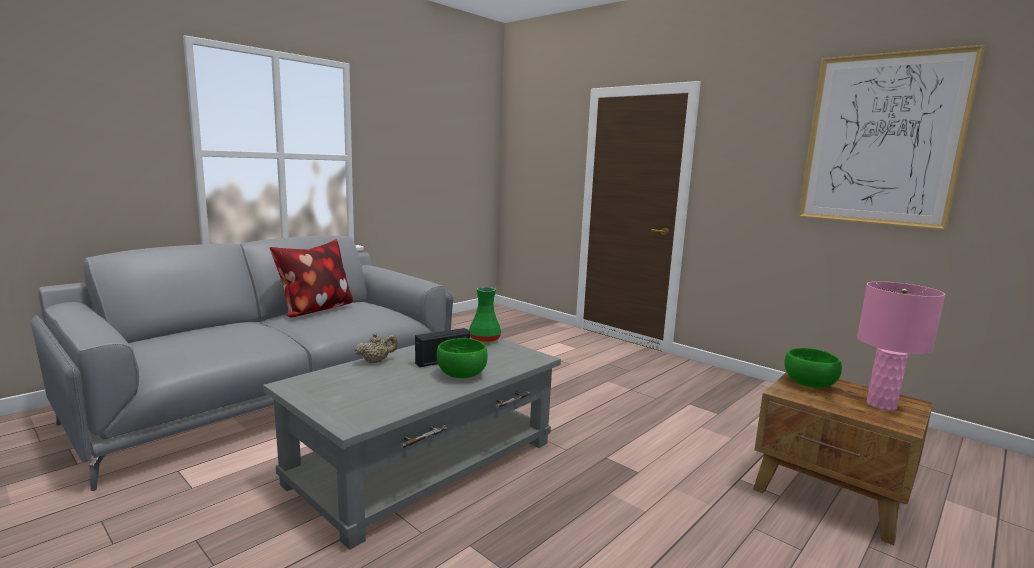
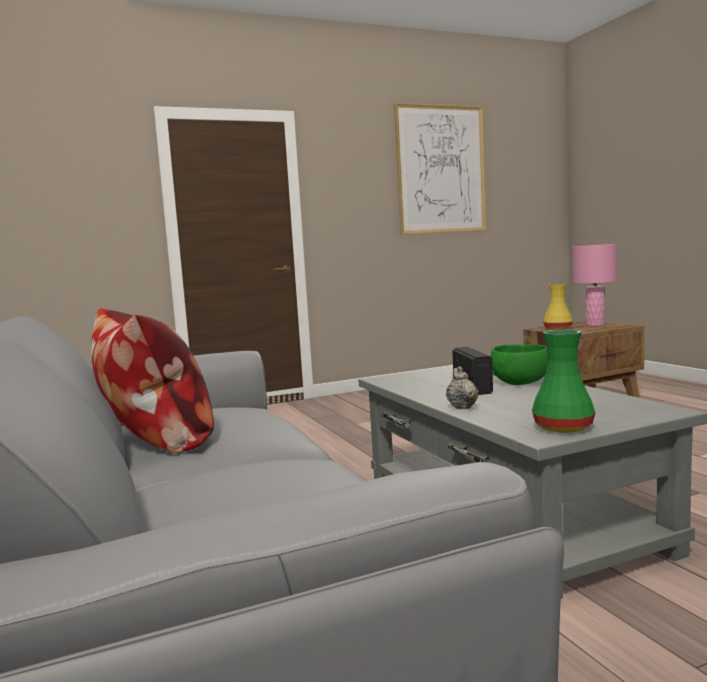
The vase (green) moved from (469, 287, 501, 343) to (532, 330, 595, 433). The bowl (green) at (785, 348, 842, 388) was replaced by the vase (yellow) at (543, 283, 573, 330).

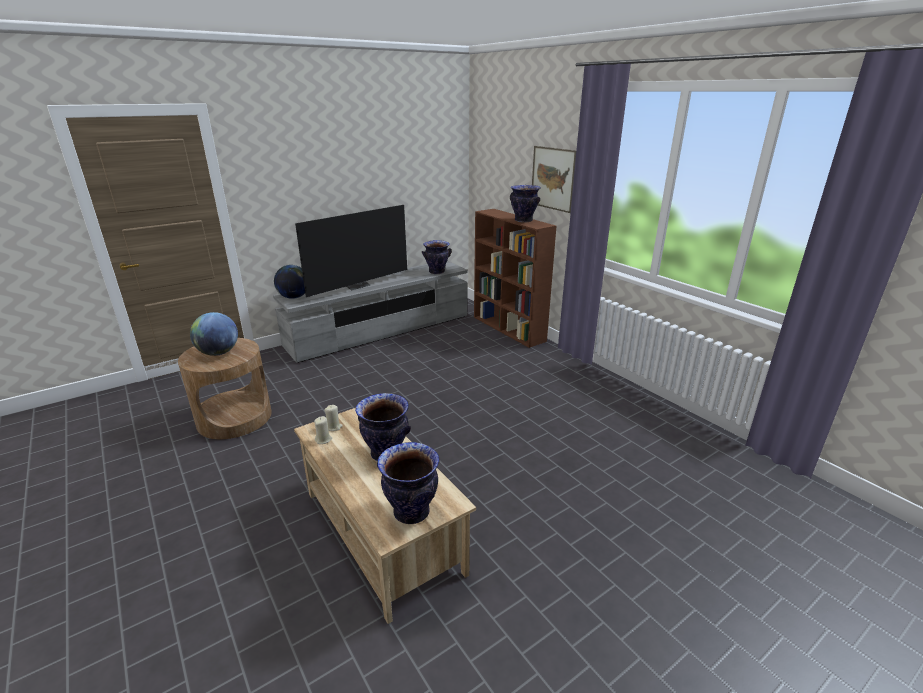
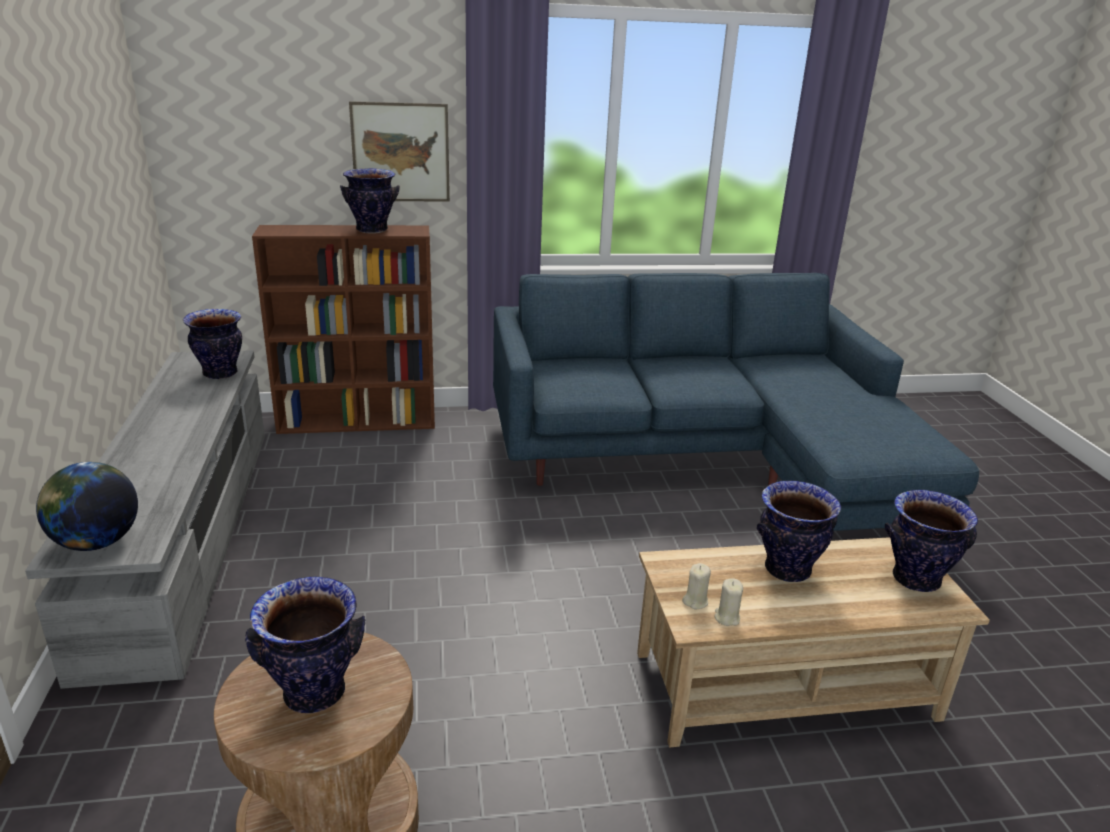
The television at (295, 205, 407, 297) disappeared. The sofa (blue) at (493, 273, 979, 531) appeared. The globe at (190, 312, 238, 356) was replaced by the vase at (245, 576, 366, 713).

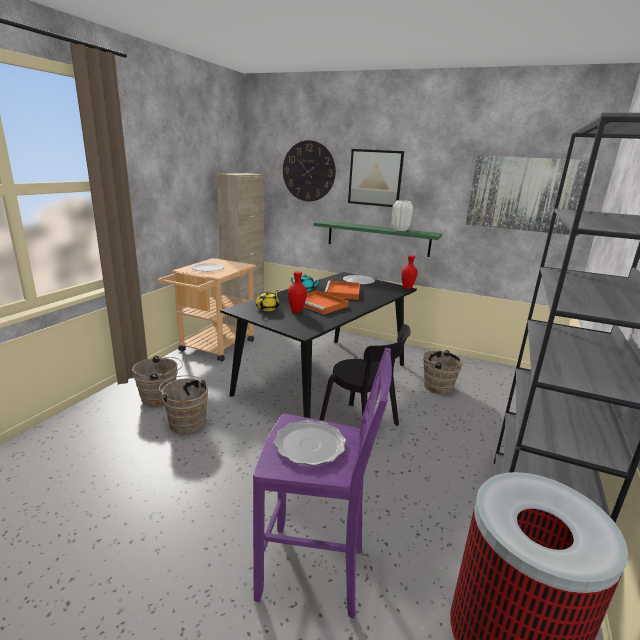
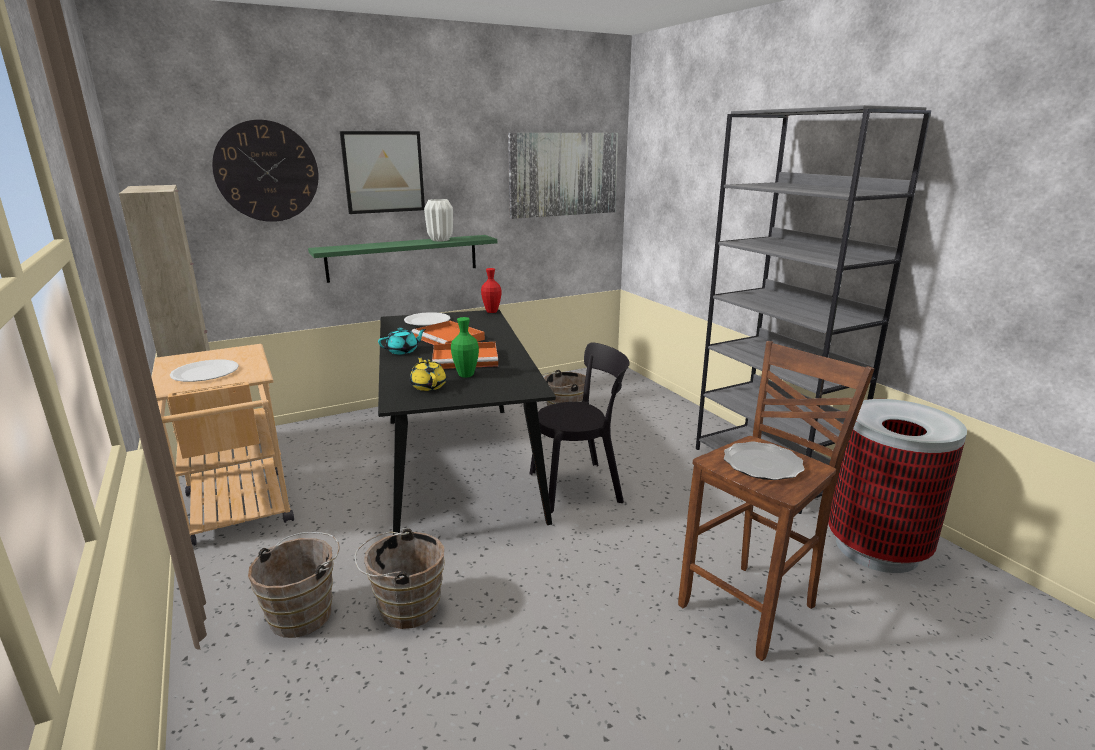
The stool (purple) at (253, 348, 392, 619) became the stool (brown) at (678, 341, 874, 661). The vase (red) at (288, 271, 307, 313) became the vase (green) at (451, 317, 479, 378).

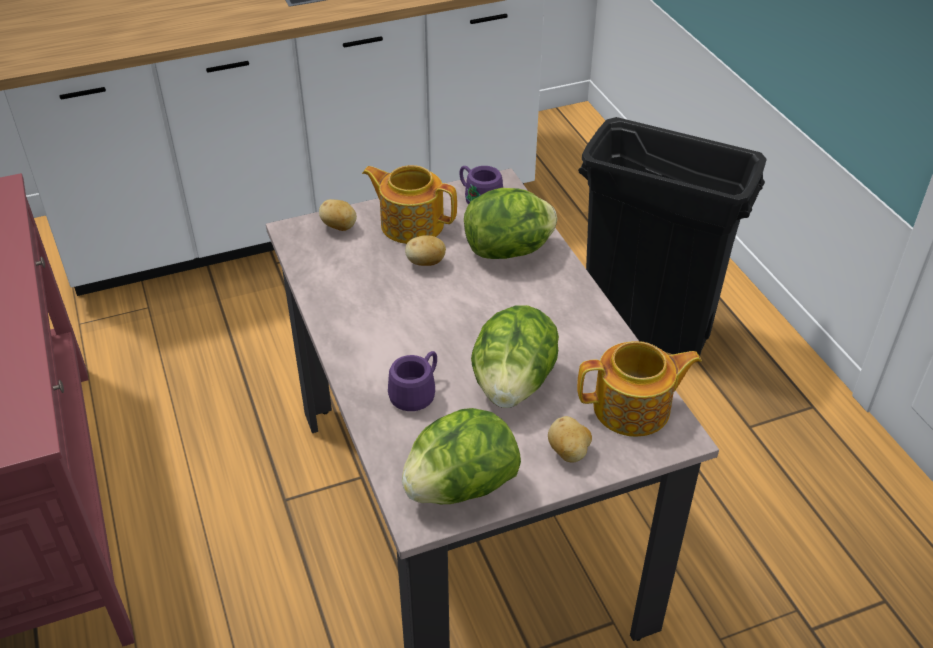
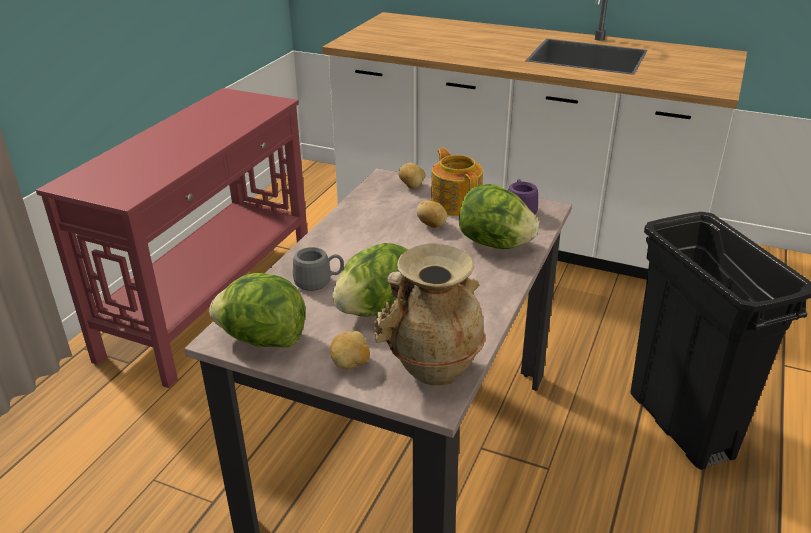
The teapot at (577, 341, 702, 437) was replaced by the vase (beige) at (374, 243, 485, 385). The mug (purple) at (388, 351, 437, 411) became the mug (grey) at (293, 247, 344, 291).

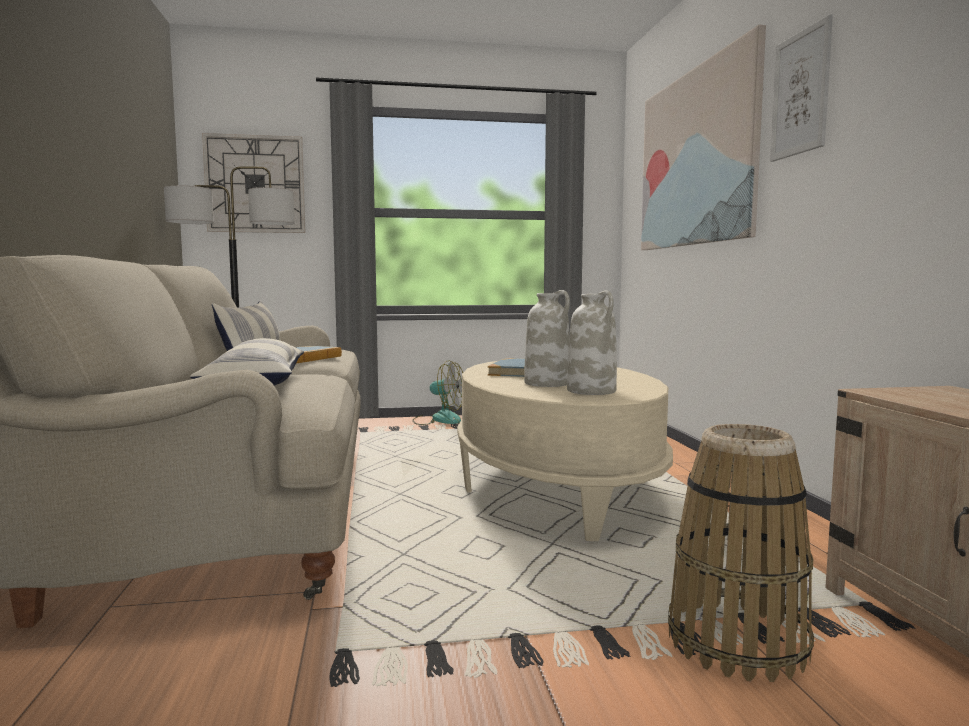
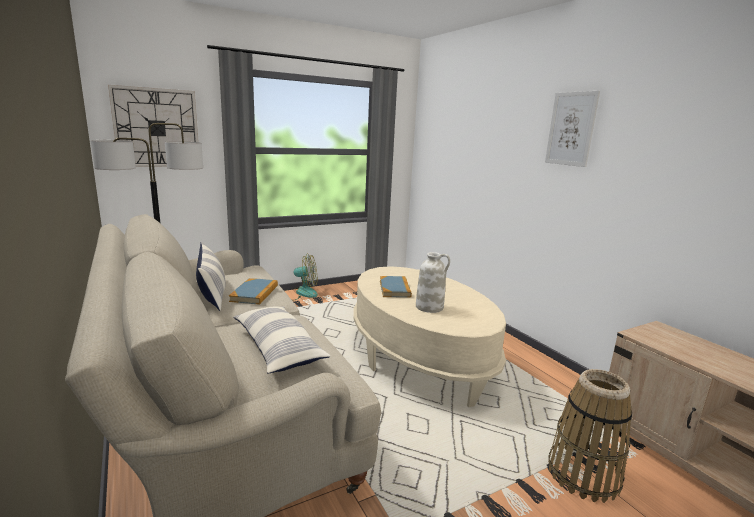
The vase (white) at (567, 290, 617, 395) disappeared. The picture at (641, 25, 766, 250) disappeared.

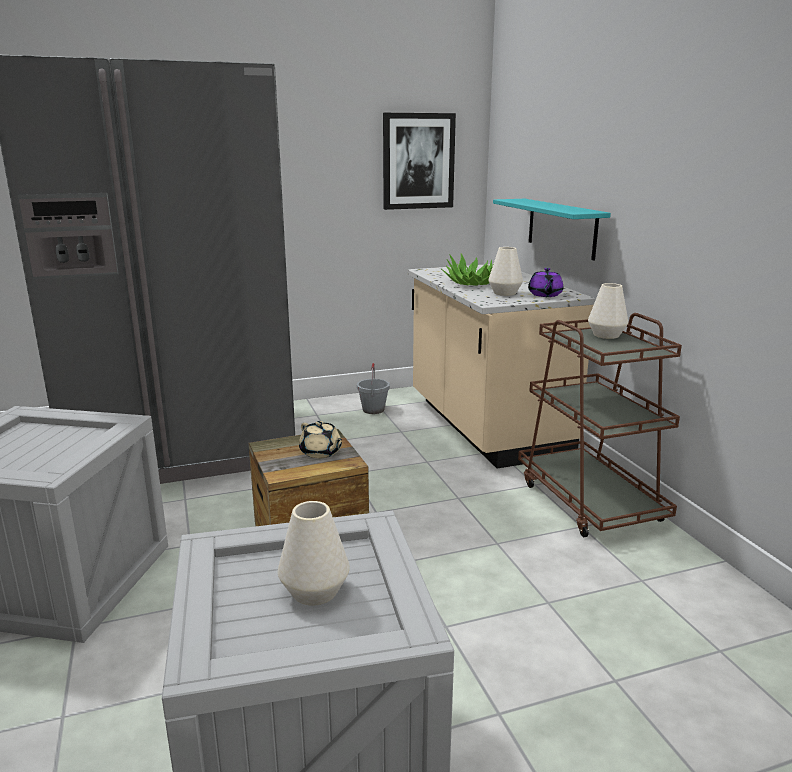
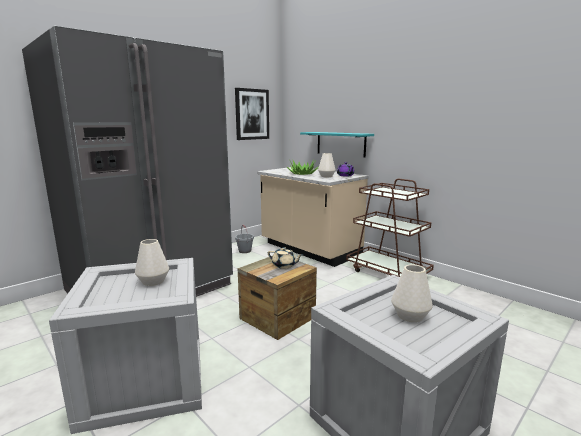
The vase (white) moved from (588, 283, 628, 339) to (135, 239, 169, 286).

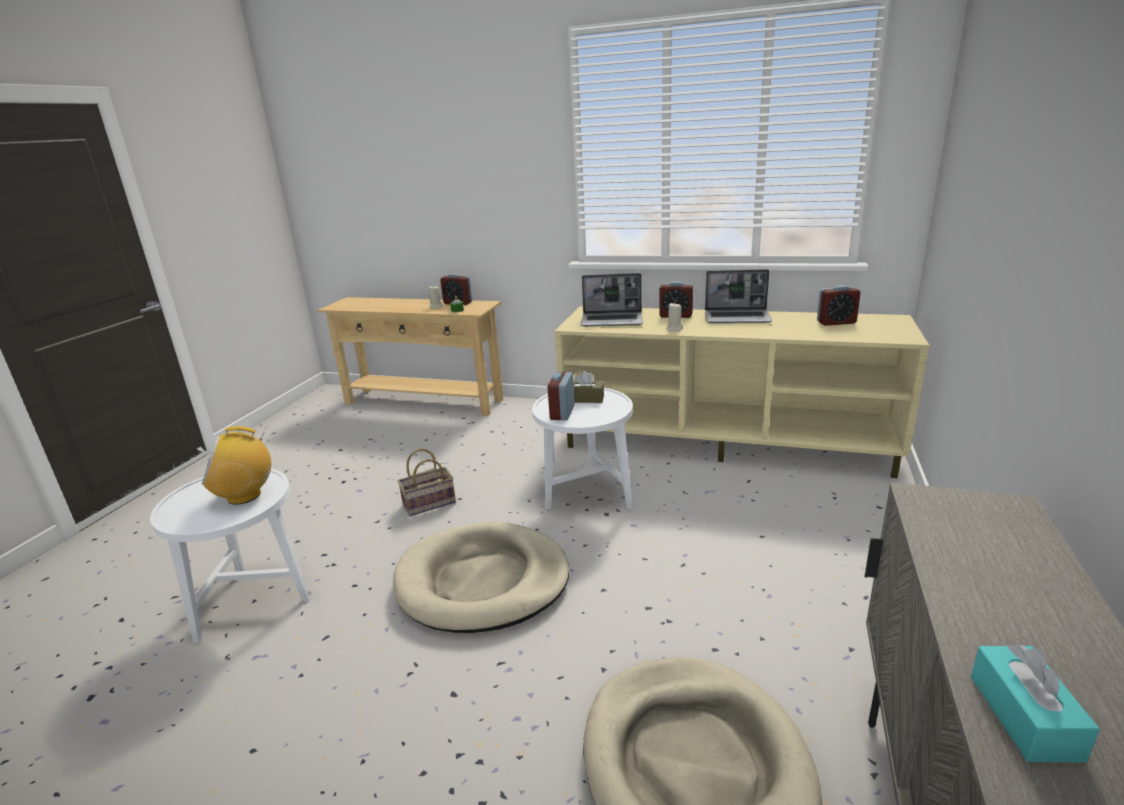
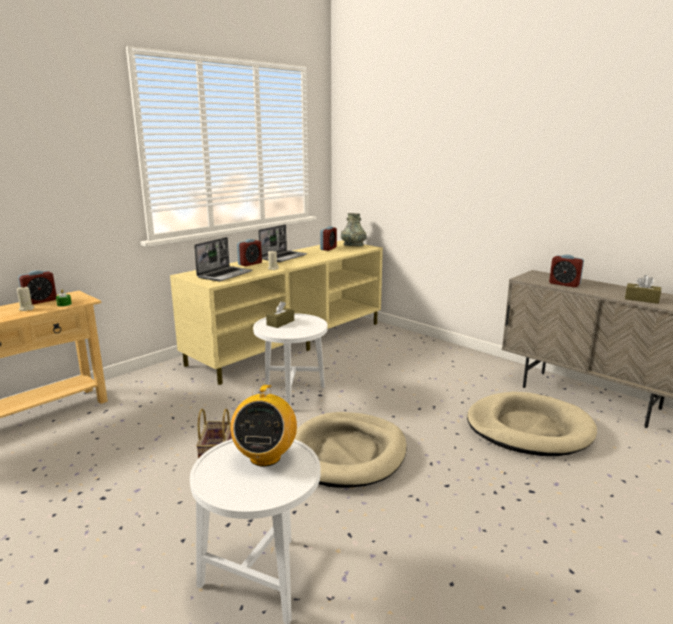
The vase (grey) at (341, 213, 367, 246) appeared. The alarm clock moved from (548, 372, 575, 421) to (549, 255, 584, 287). The tissue box (turquoise) at (971, 644, 1100, 763) became the tissue box (brown) at (625, 275, 661, 304).

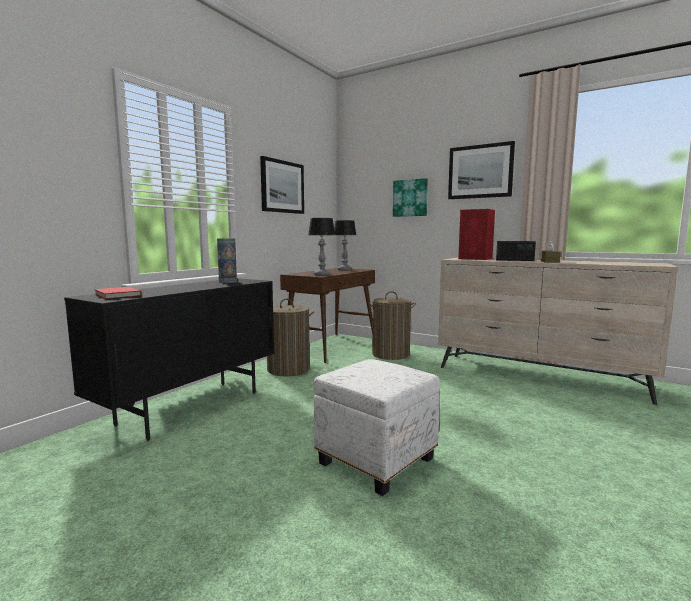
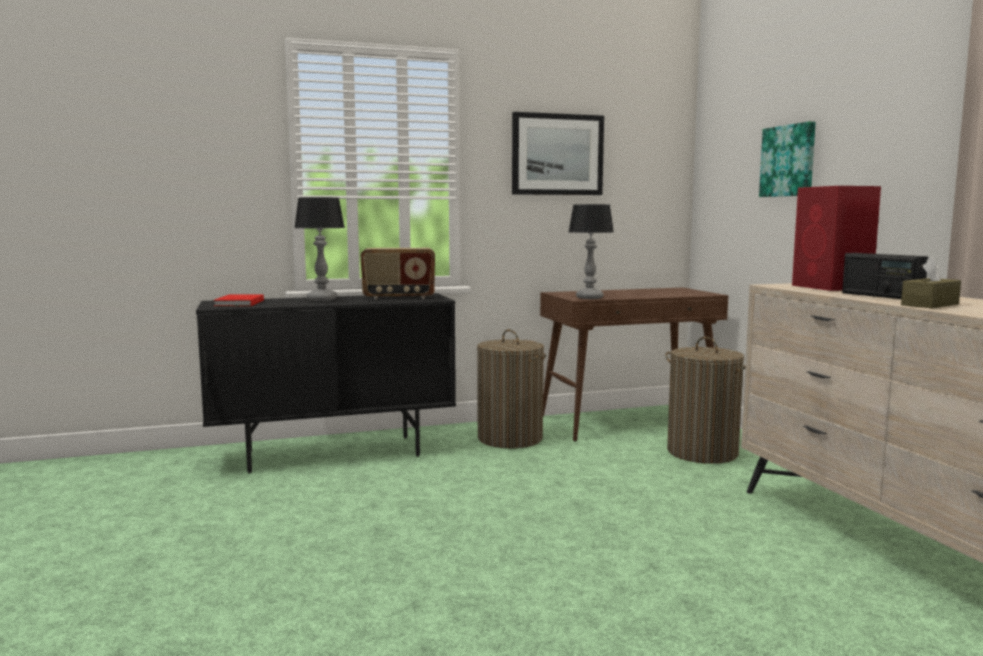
The ottoman (white) at (314, 359, 440, 496) disappeared. The picture at (448, 141, 515, 199) disappeared. The table lamp moved from (334, 220, 356, 271) to (294, 197, 345, 301). The vase at (217, 238, 237, 283) was replaced by the radio at (361, 248, 435, 300).

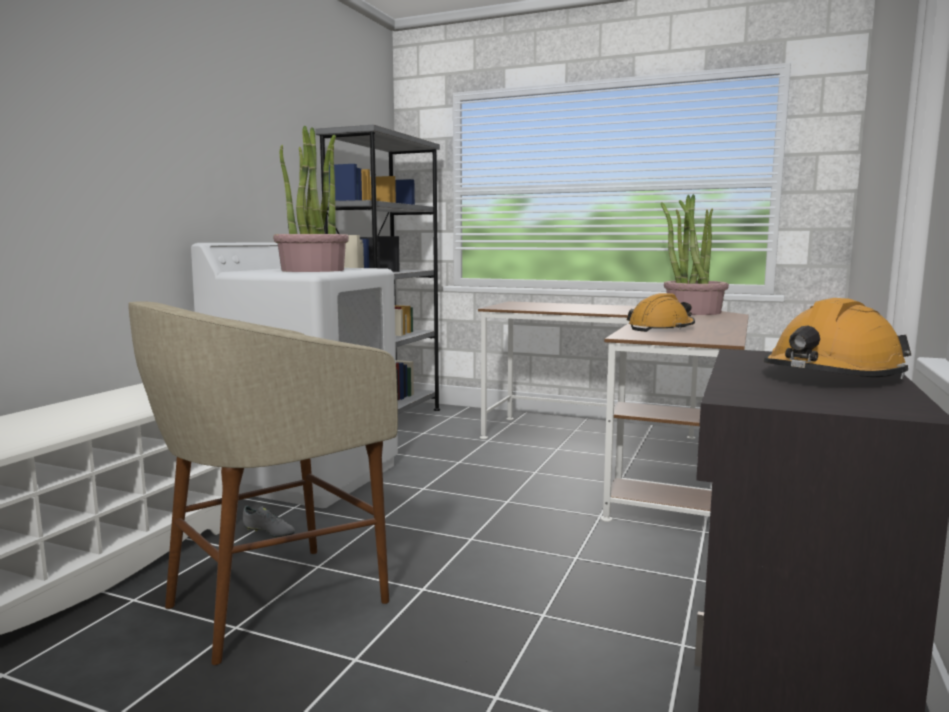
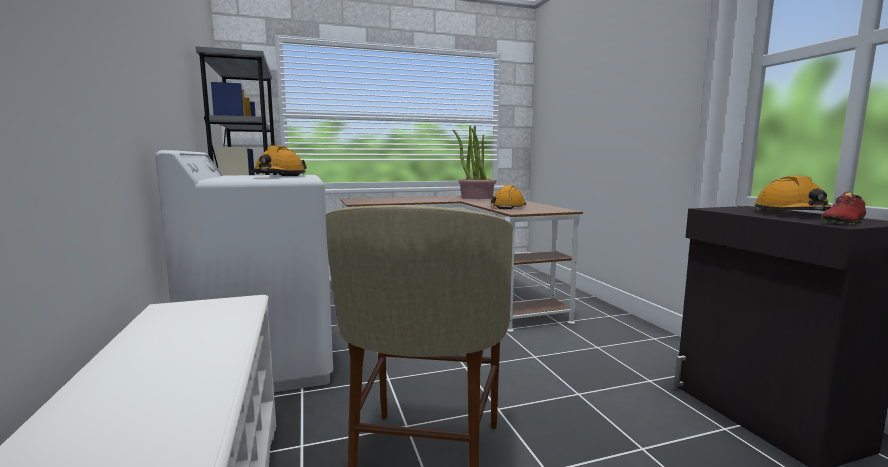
The shoe (grey) at (243, 506, 295, 538) disappeared. The shoe (red) at (822, 192, 866, 225) appeared. The potted plant at (273, 125, 349, 272) was replaced by the hard hat (orange) at (251, 145, 307, 176).

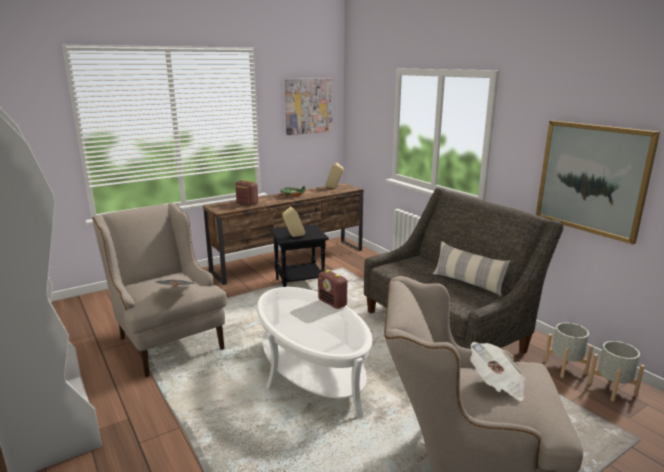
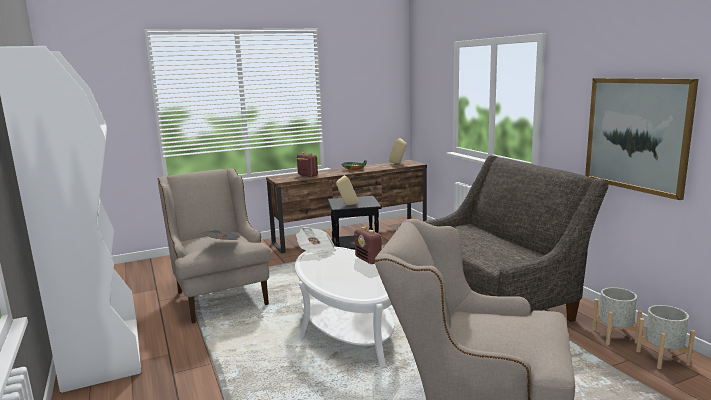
The picture at (285, 78, 332, 135) disappeared. The pillow at (433, 241, 511, 296) disappeared. The newspaper moved from (470, 342, 526, 401) to (296, 227, 336, 259).

